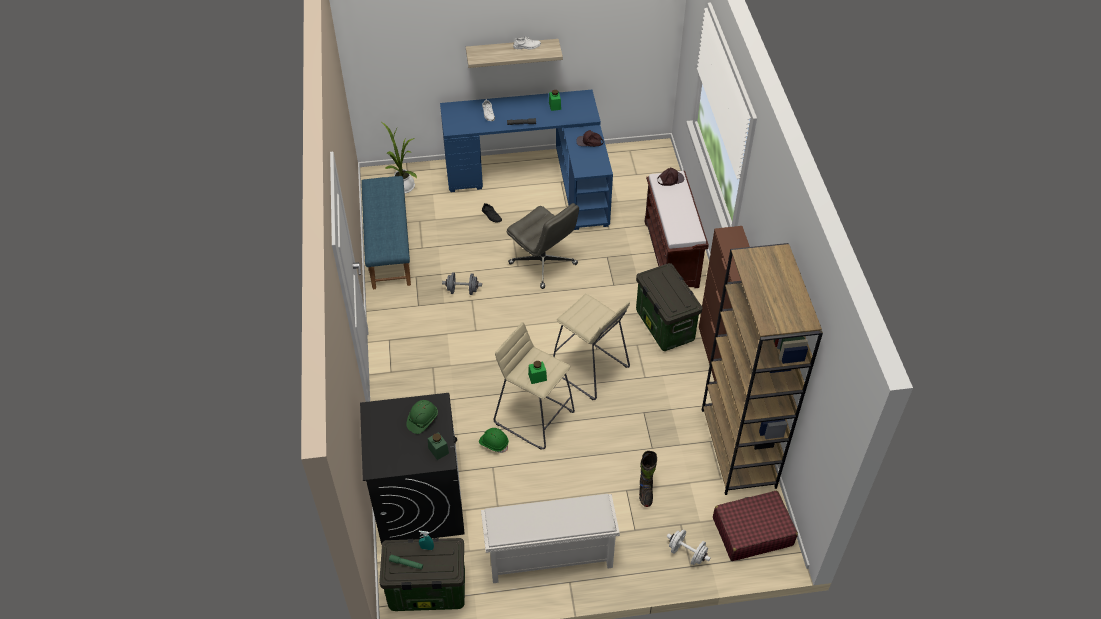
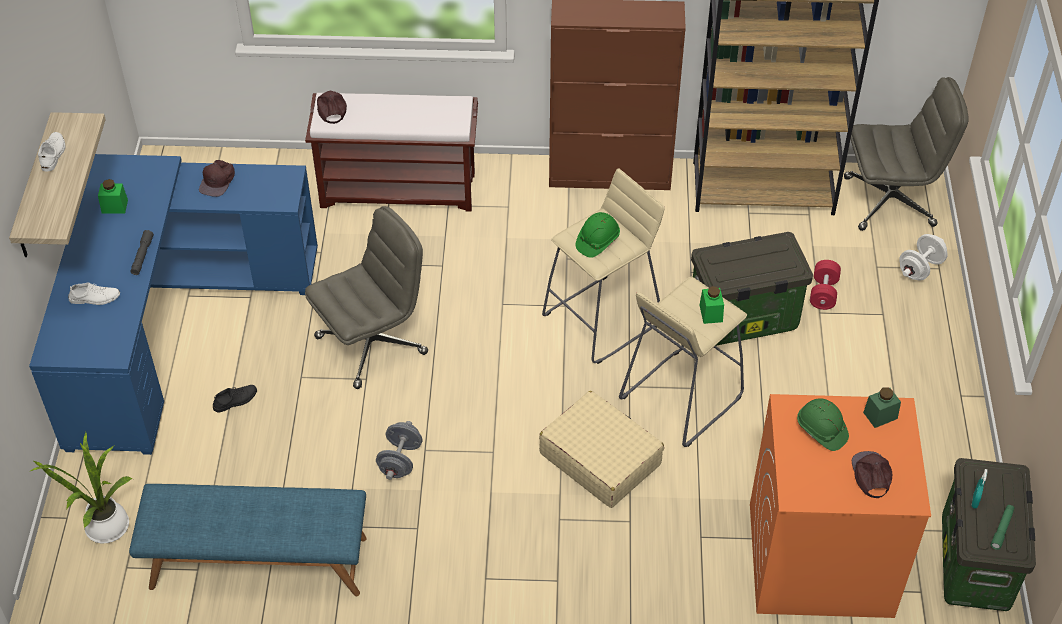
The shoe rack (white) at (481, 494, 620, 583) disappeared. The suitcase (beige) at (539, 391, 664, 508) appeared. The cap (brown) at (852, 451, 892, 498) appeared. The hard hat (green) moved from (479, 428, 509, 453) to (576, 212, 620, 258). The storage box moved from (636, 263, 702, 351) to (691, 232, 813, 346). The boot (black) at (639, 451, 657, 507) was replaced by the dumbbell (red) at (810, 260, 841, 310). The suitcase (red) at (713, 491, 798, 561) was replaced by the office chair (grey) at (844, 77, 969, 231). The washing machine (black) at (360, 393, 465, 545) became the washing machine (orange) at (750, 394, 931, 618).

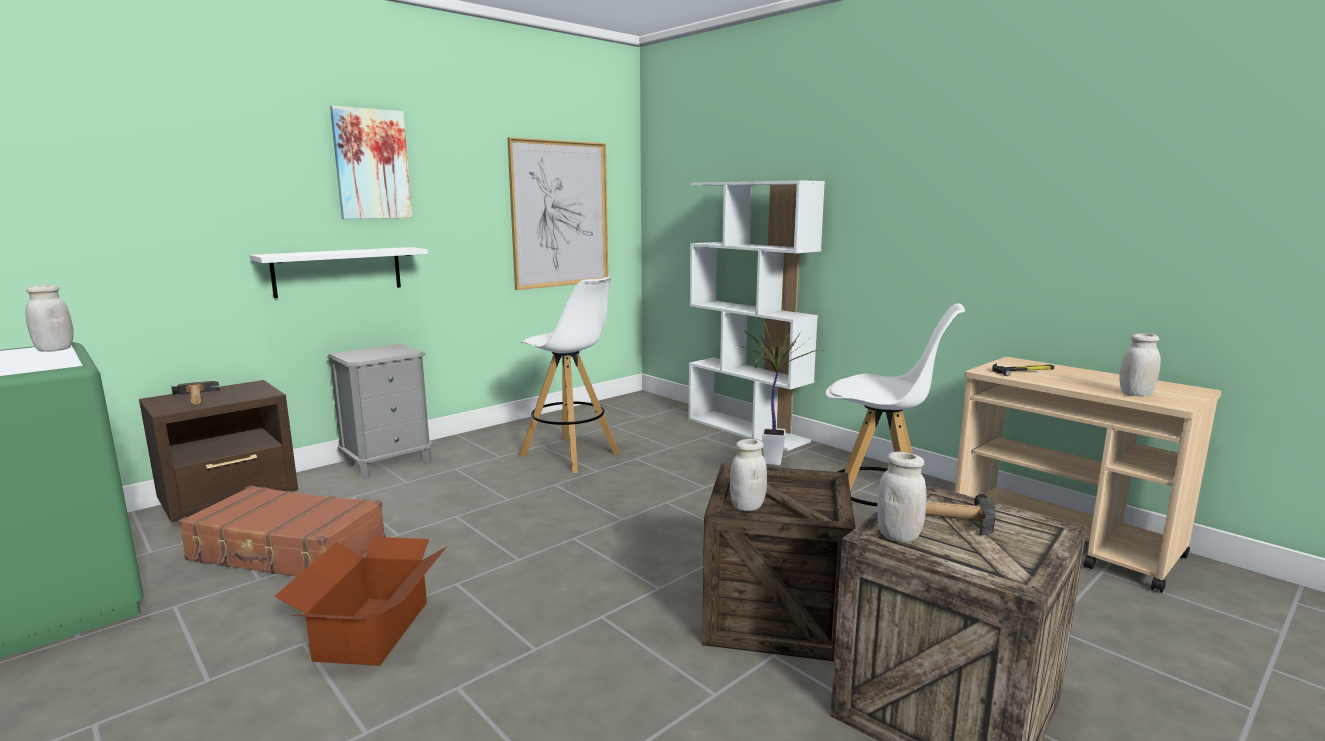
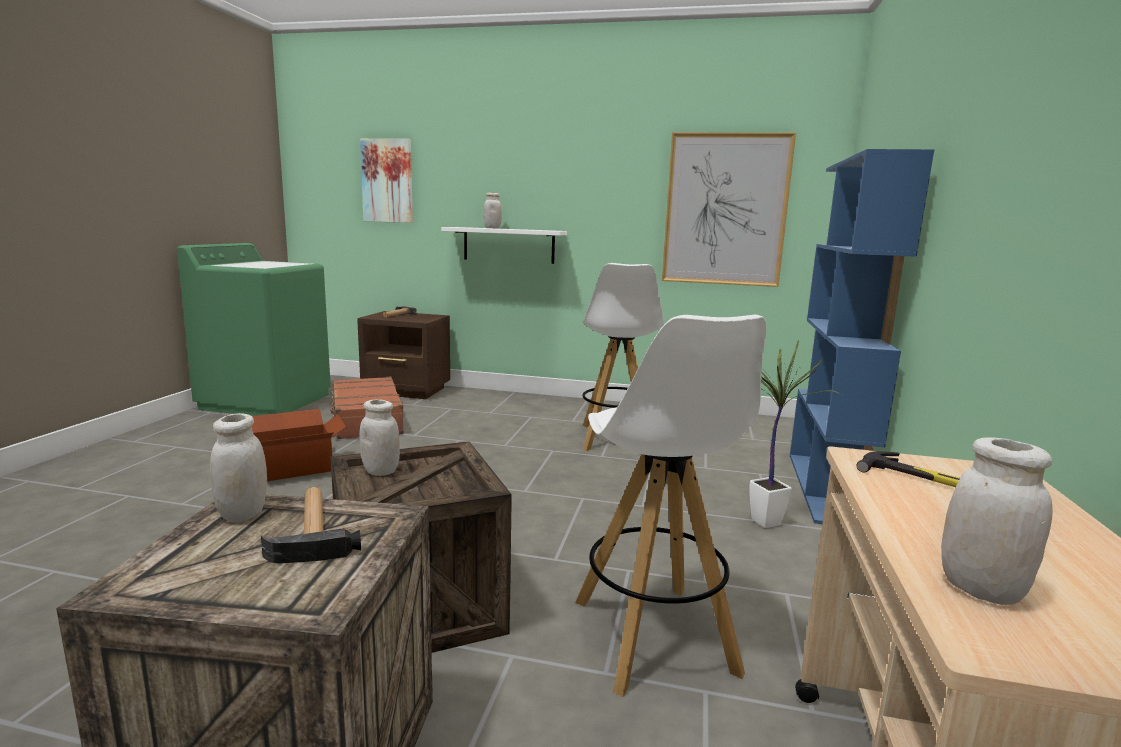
The nightstand (grey) at (327, 344, 433, 479) disappeared. The jar (white) moved from (26, 285, 74, 351) to (483, 193, 502, 228). The picture moved from (330, 106, 412, 219) to (360, 139, 413, 223). The bookcase (white) at (688, 180, 825, 451) became the bookcase (blue) at (790, 149, 934, 524).

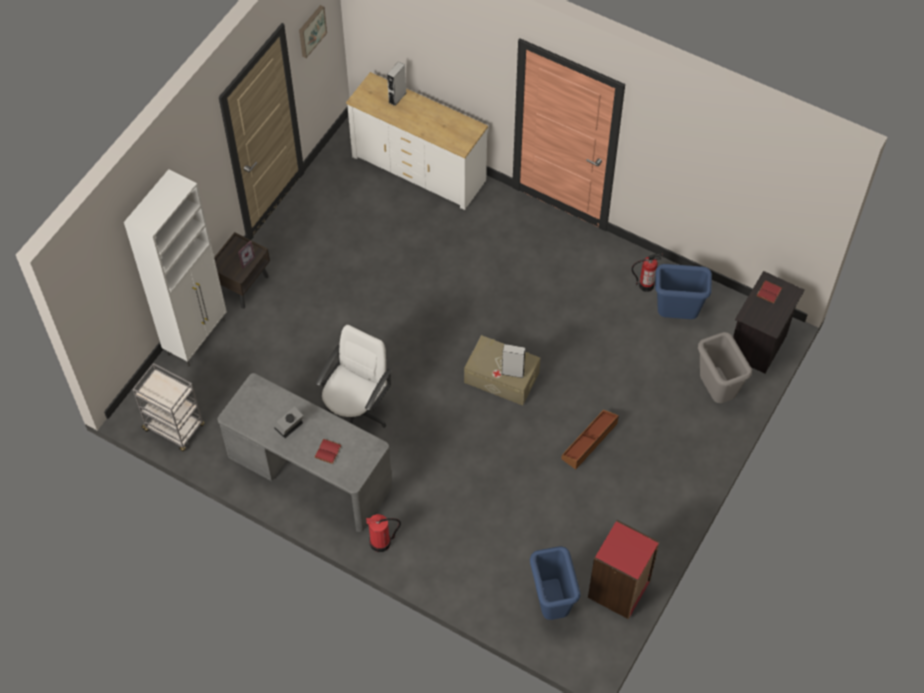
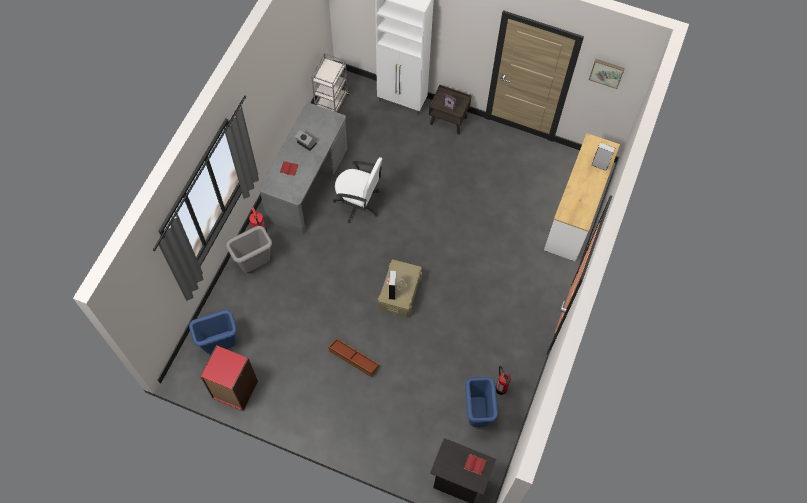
The trash can (grey) moved from (698, 332, 752, 403) to (226, 226, 272, 273).

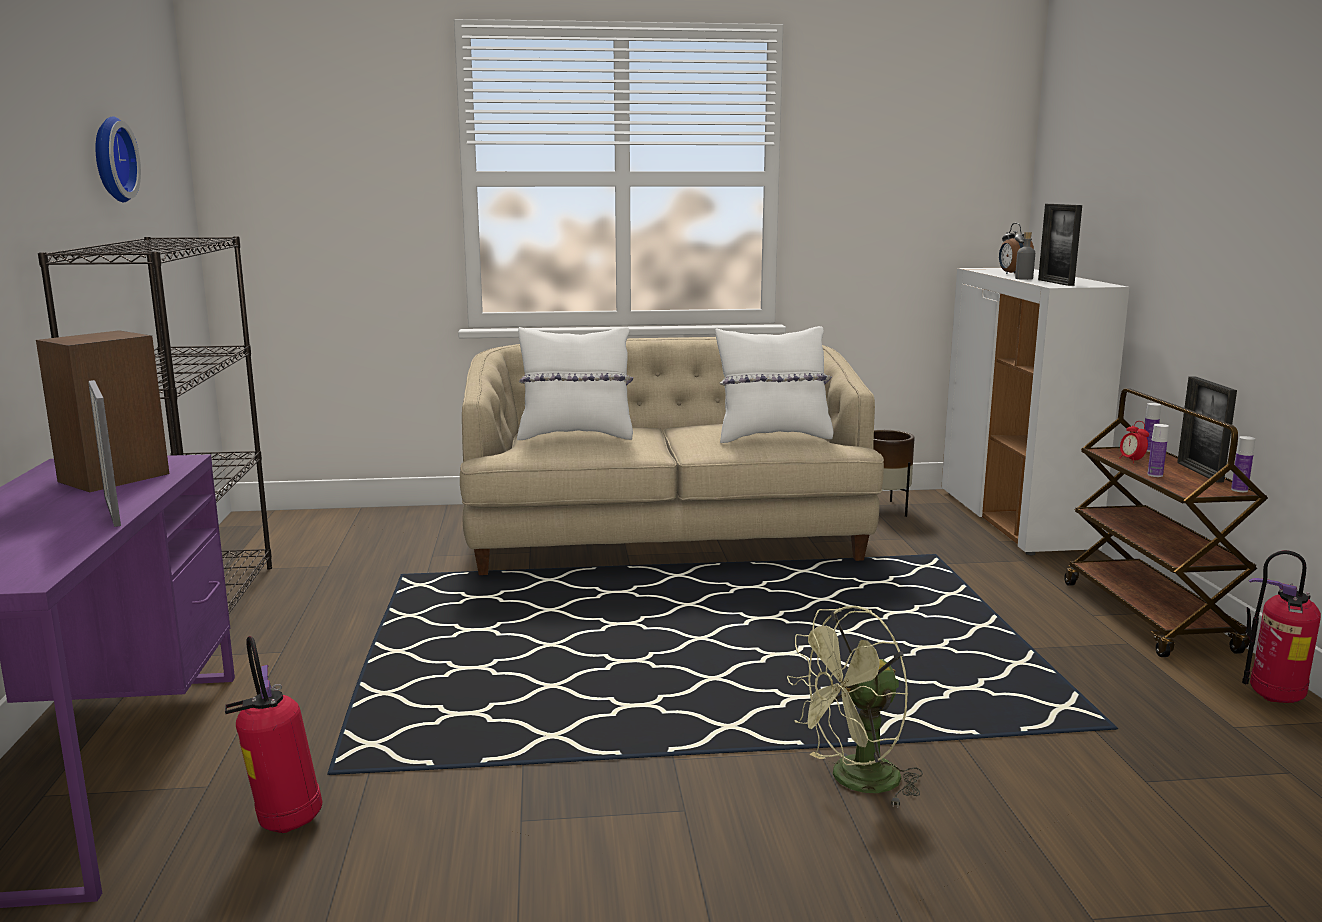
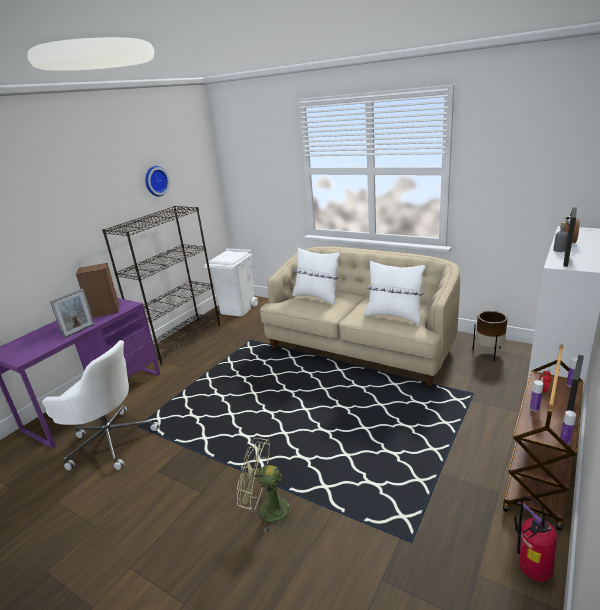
The trash can (white) at (204, 248, 258, 316) appeared. The fire extinguisher at (225, 636, 322, 833) was replaced by the office chair (white) at (42, 340, 160, 471). The picture frame at (89, 380, 121, 527) turned 150 degrees counterclockwise.

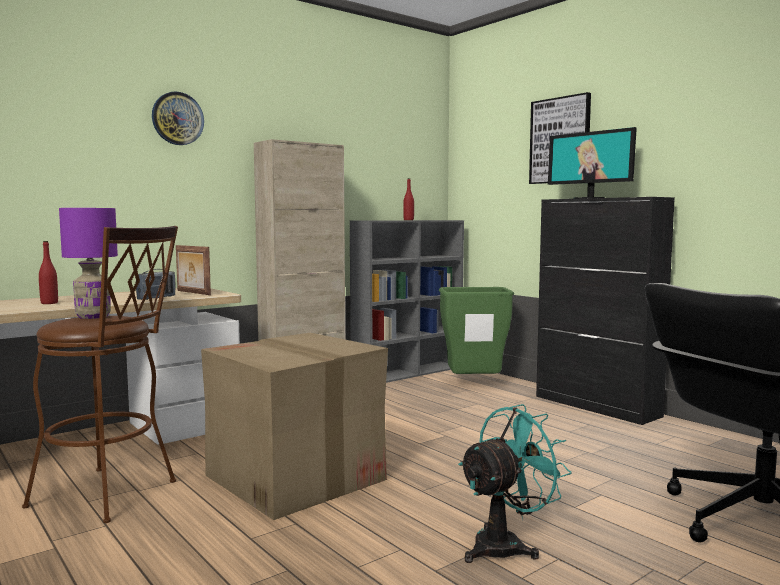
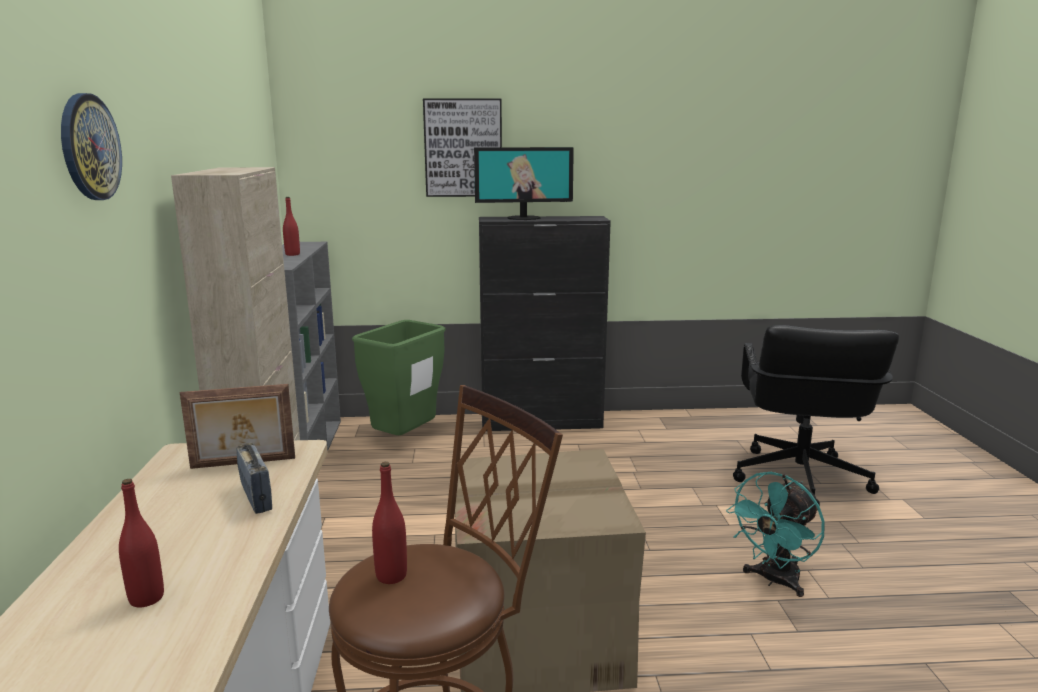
The table lamp (purple) at (59, 208, 118, 319) was replaced by the bottle (red) at (372, 462, 407, 584). The fan (turquoise) at (458, 404, 571, 563) turned 135 degrees counterclockwise.

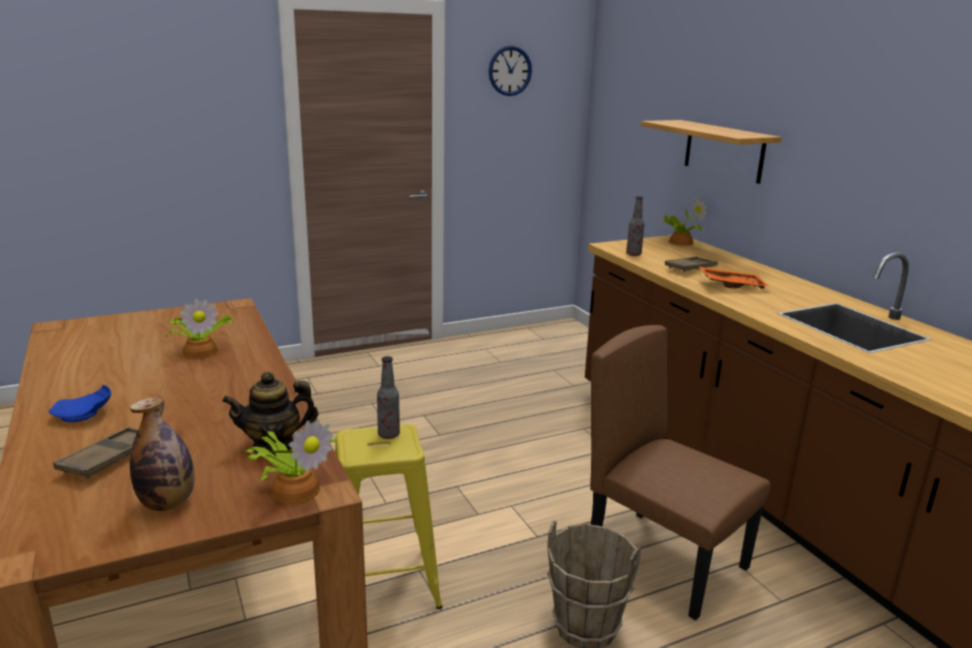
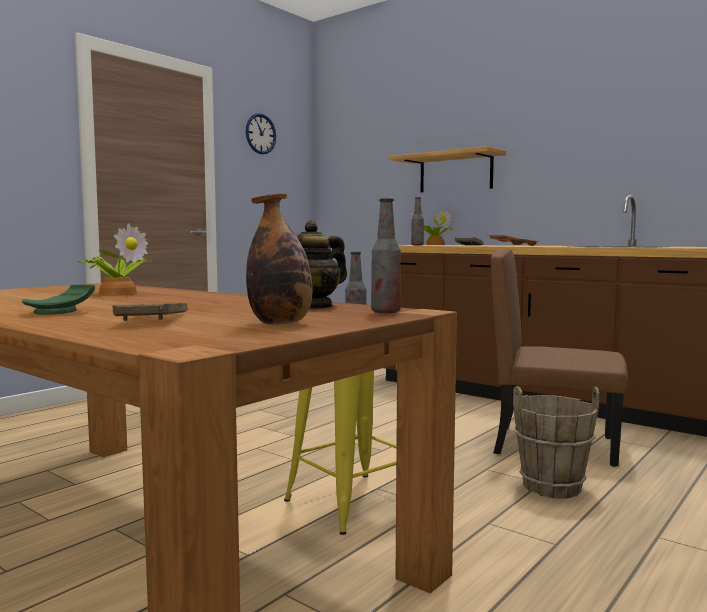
The potted plant at (243, 419, 337, 504) was replaced by the bottle at (371, 198, 401, 313). The plate (blue) at (49, 385, 111, 422) became the plate (green) at (22, 284, 95, 315).

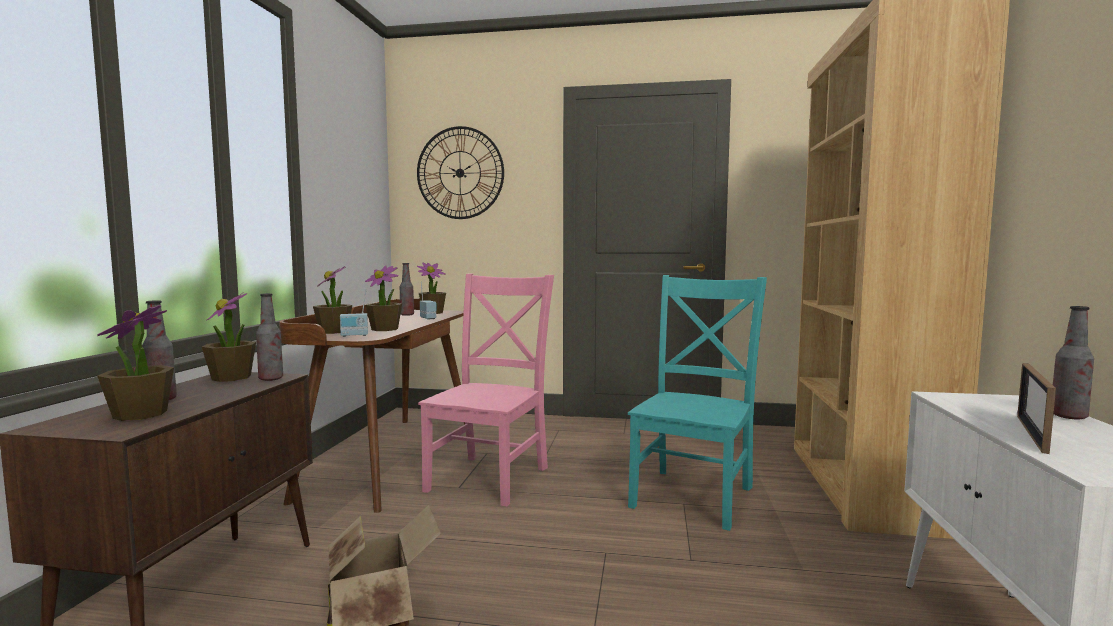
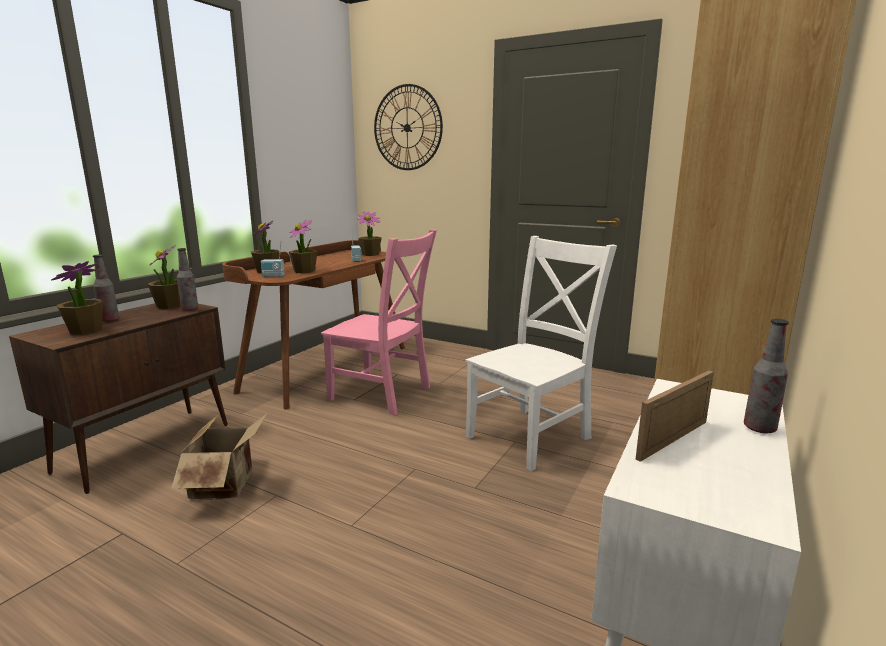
The bottle at (400, 263, 414, 316) disappeared. The chair (turquoise) at (628, 275, 767, 531) became the chair (white) at (465, 236, 617, 471). The chair (pink) at (418, 274, 554, 507) turned 75 degrees clockwise.

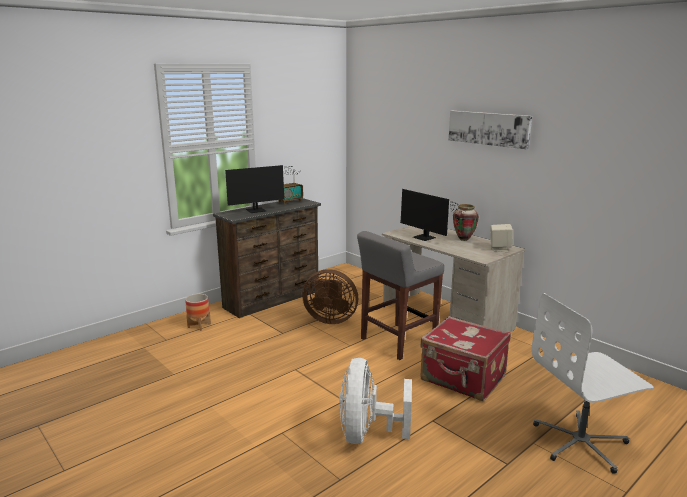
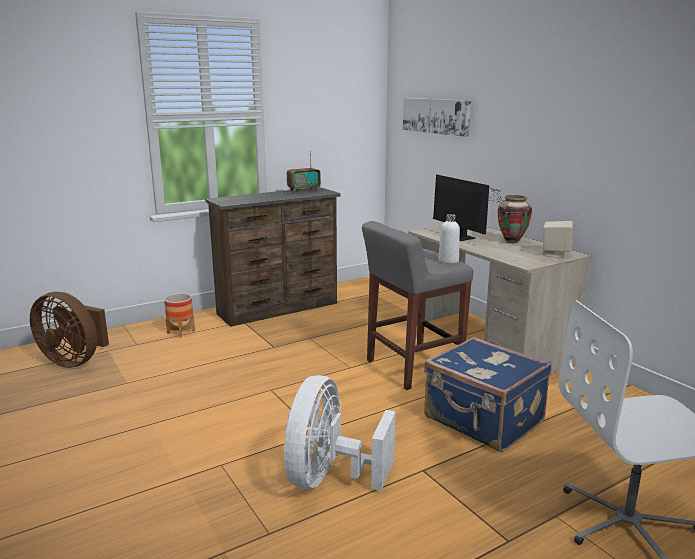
The monitor at (225, 165, 301, 213) disappeared. The bottle (white) at (439, 214, 460, 264) appeared. The fan (brown) moved from (302, 269, 358, 324) to (30, 292, 109, 368). The picture moved from (449, 111, 532, 149) to (403, 98, 471, 137). The suitcase (red) at (420, 316, 511, 401) became the suitcase (blue) at (424, 337, 552, 452).

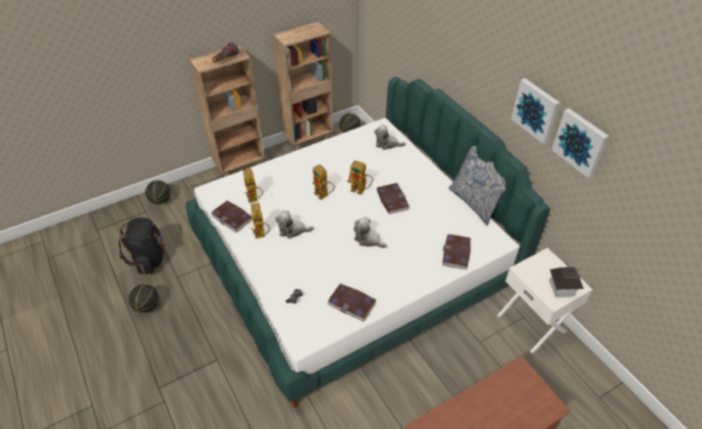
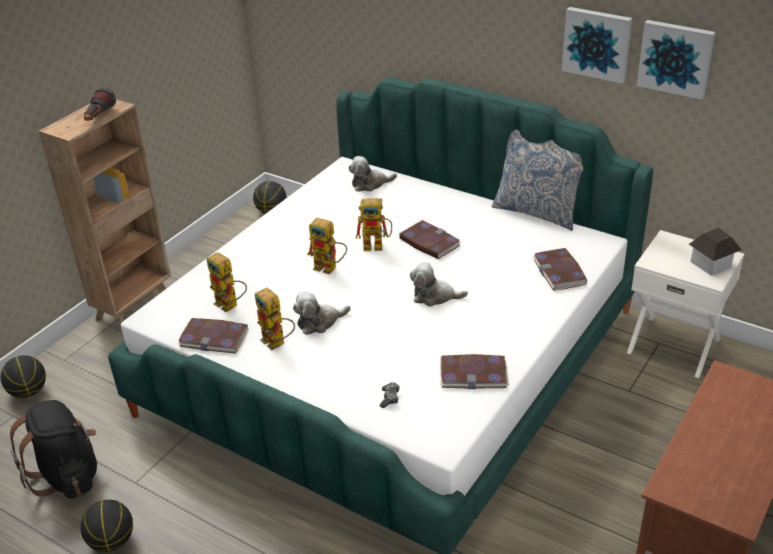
The bookcase (brown) at (273, 22, 333, 150) disappeared.

